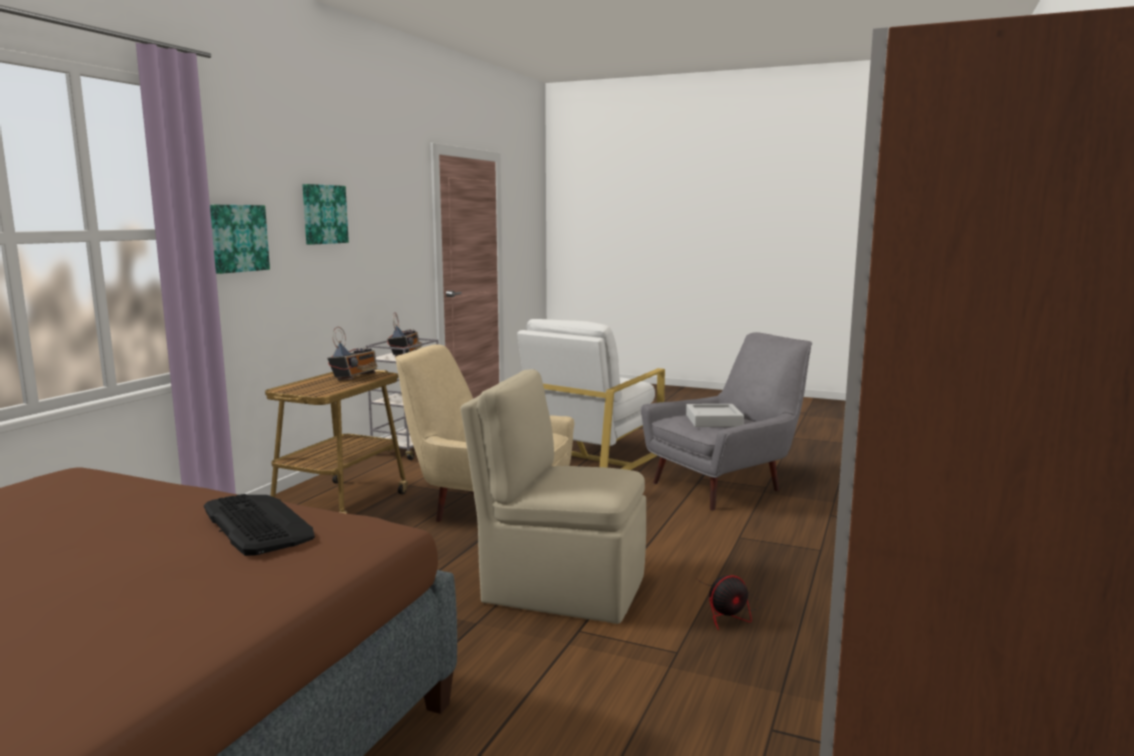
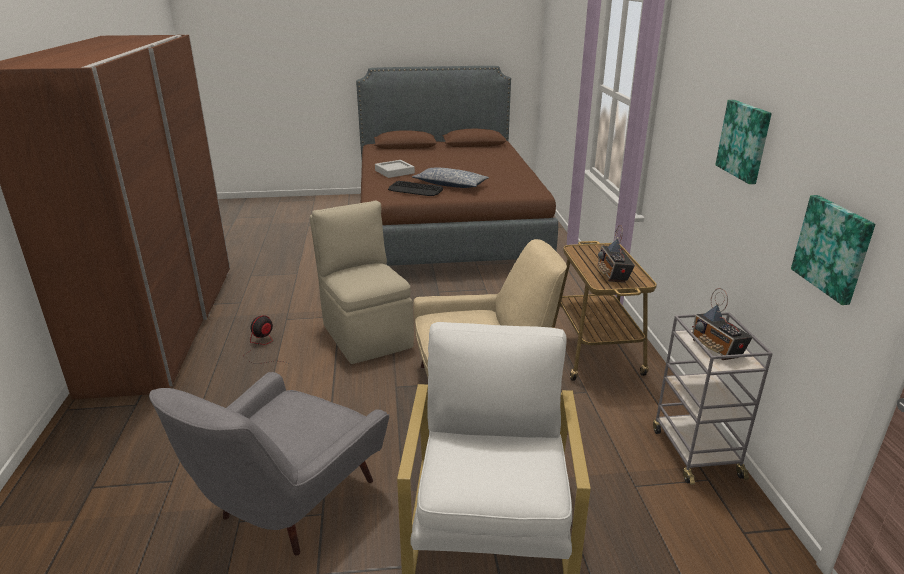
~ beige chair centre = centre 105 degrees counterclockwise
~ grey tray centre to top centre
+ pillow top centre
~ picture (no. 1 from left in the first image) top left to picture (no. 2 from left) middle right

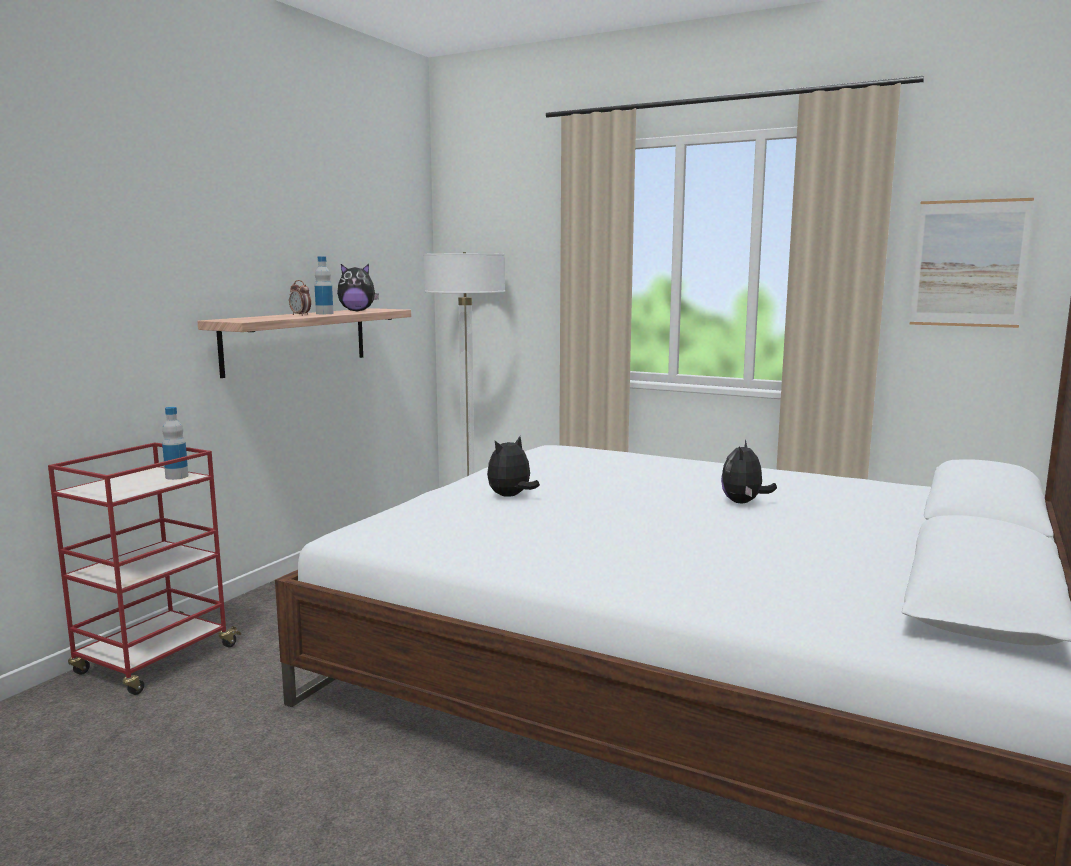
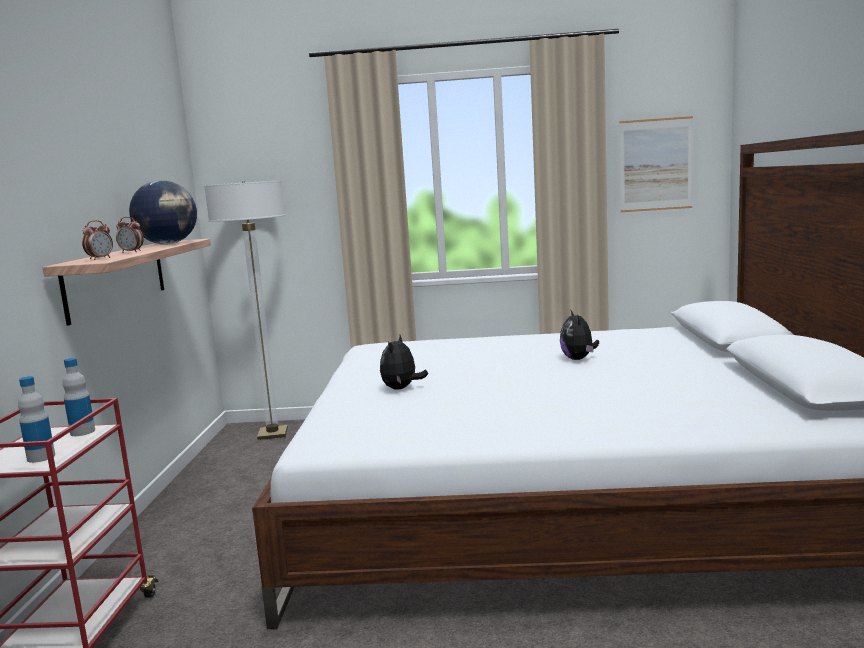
~ bottle (no. 2 from left in the first image) top left to bottle (no. 1 from left) middle left
+ alarm clock (no. 1 from left) middle left
~ plush toy (no. 1 from left) top centre to globe top left

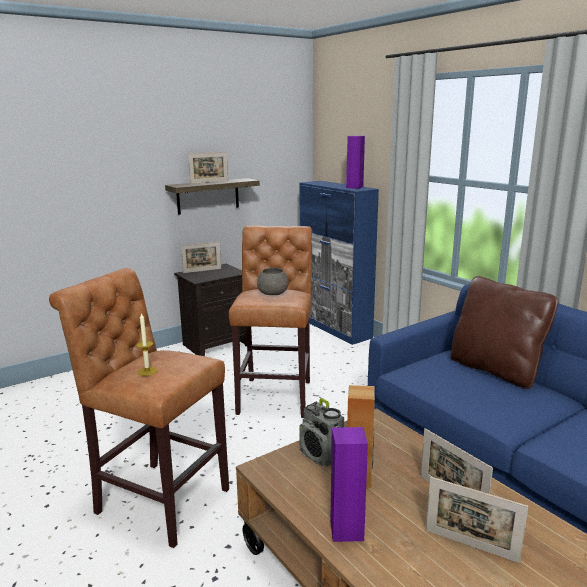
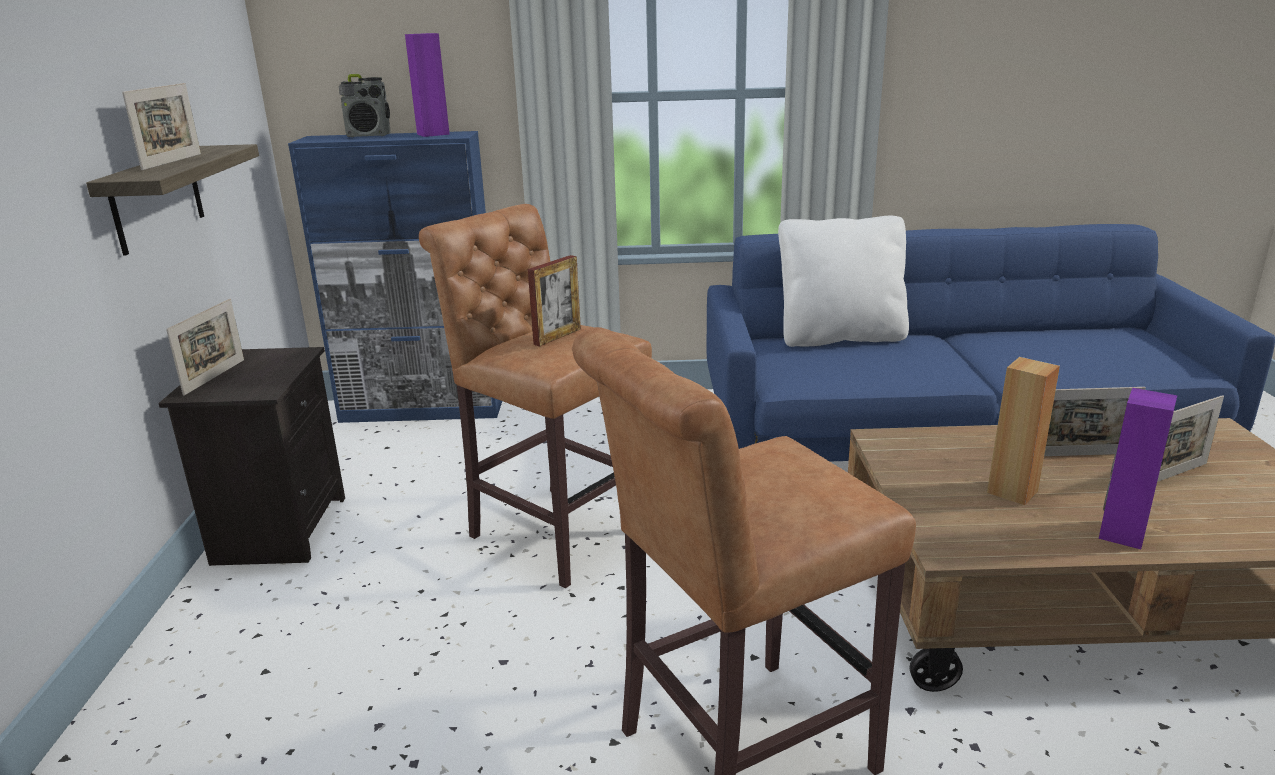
~ radio bottom centre to top left
~ grey bowl centre to picture frame (no. 3 from left) centre
~ brown pillow middle right to white pillow centre
- candle middle left

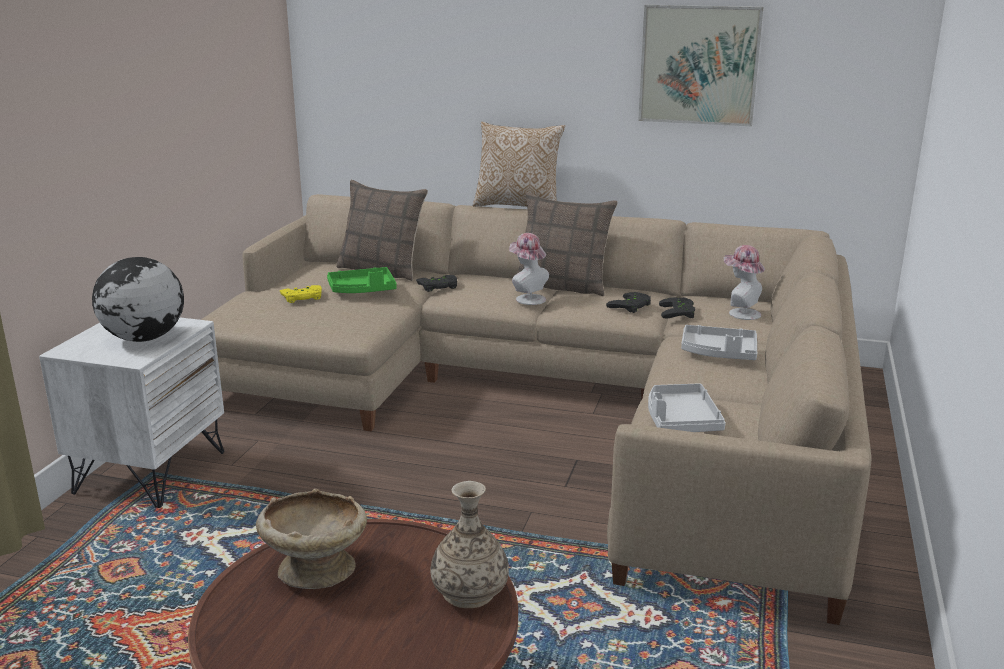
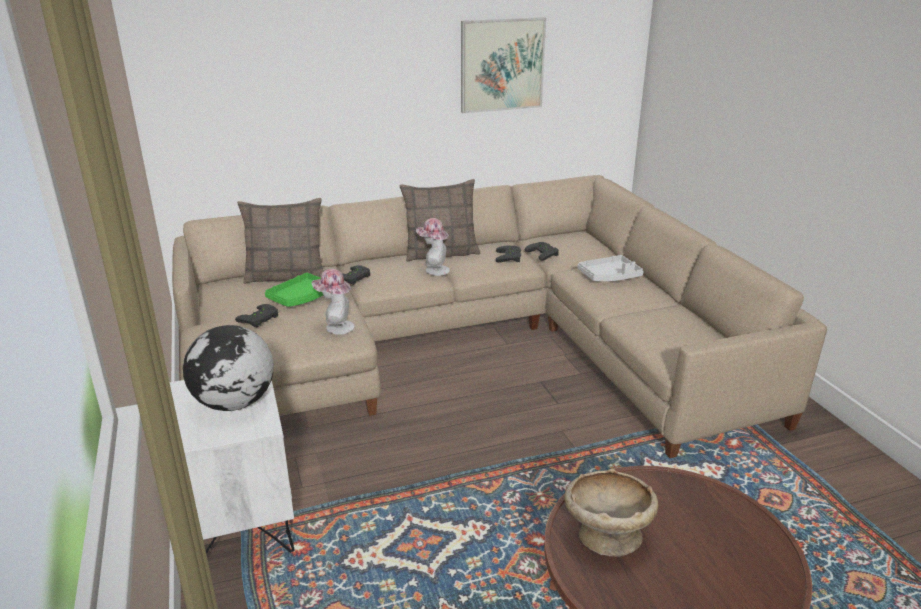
~ yellow game controller middle left to black game controller (no. 1 from left) middle left
~ hat (no. 2 from left in the first image) middle right to hat (no. 1 from left) centre
- vase bottom centre
- pillow (no. 2 from left) top centre
- grey tray (no. 1 from left) middle right

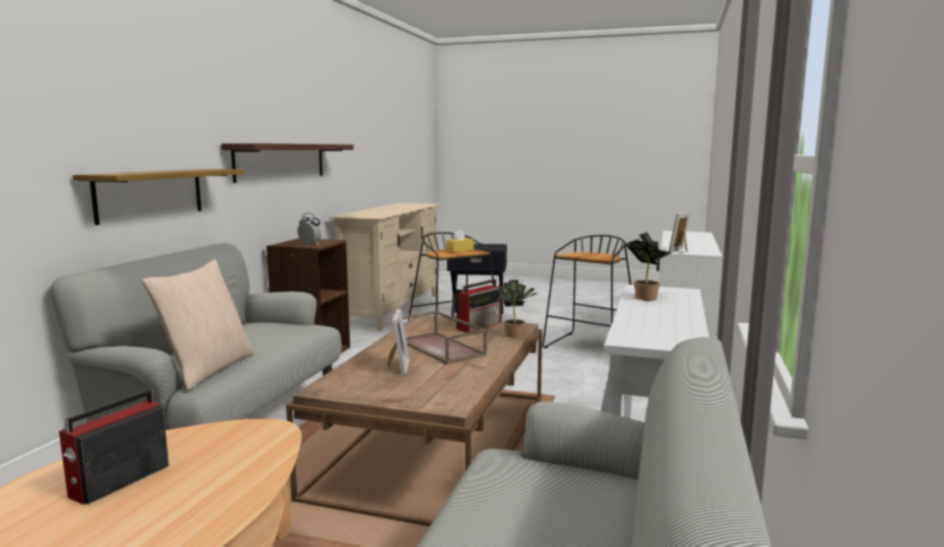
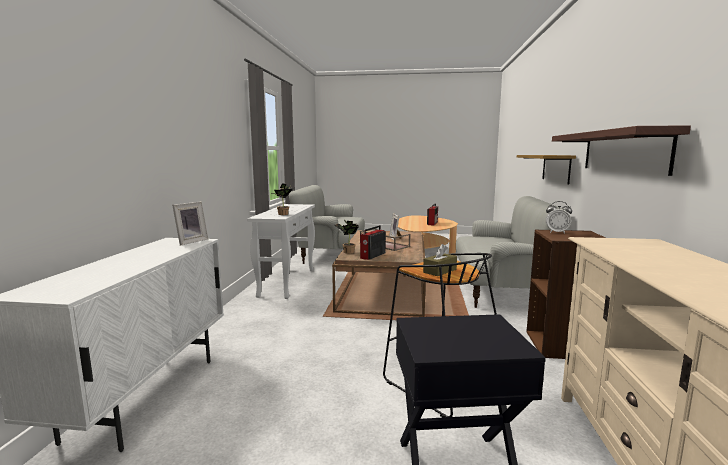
~ yellow tissue box centre to brown tissue box centre
- beige pillow middle left
- black stool (no. 2 from left) centre

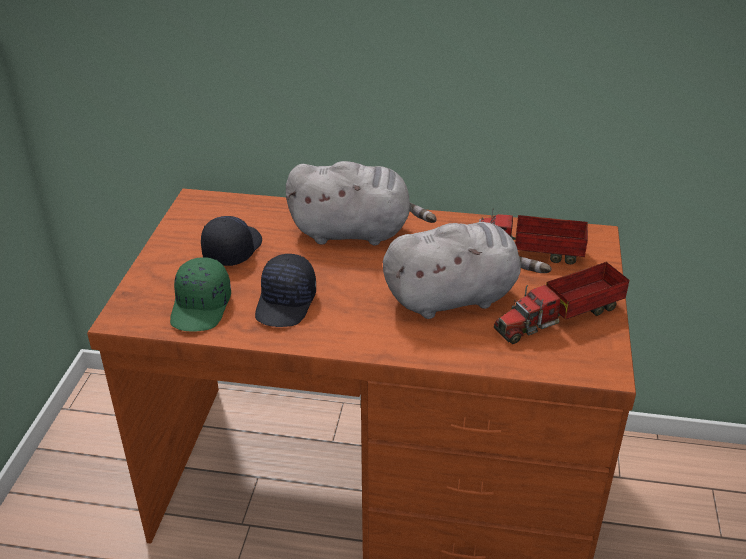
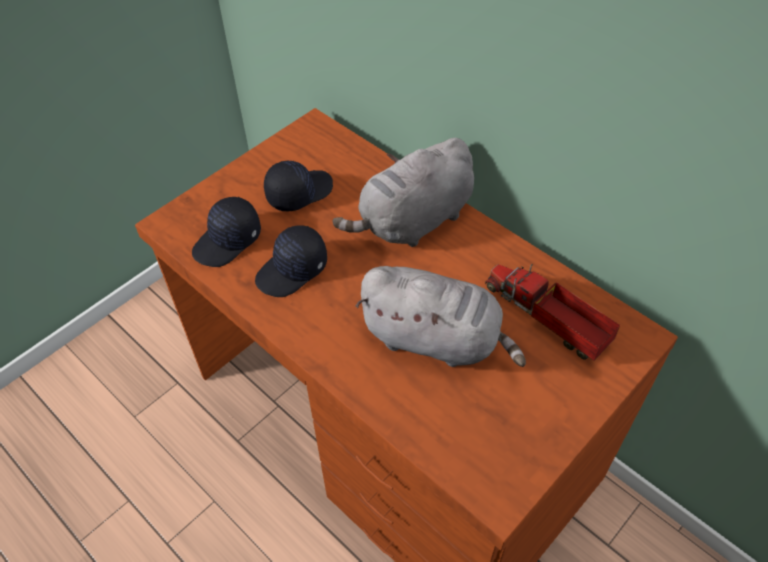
~ green cap middle left to black cap (no. 1 from left) middle left
~ grey plush toy (no. 1 from left) centre = centre 105 degrees clockwise
- toy truck (no. 2 from left) middle right

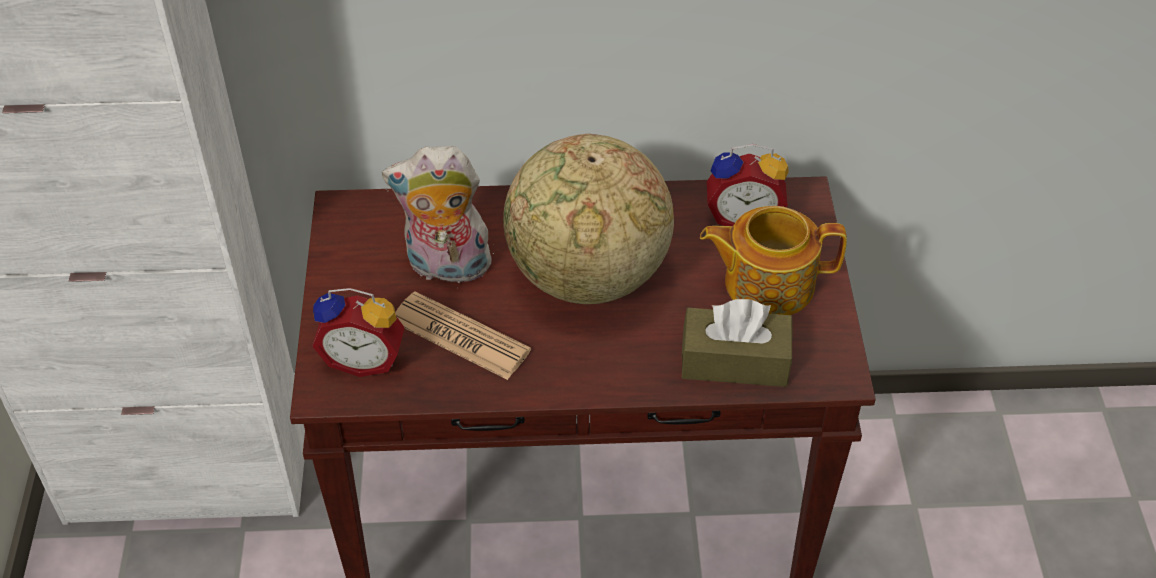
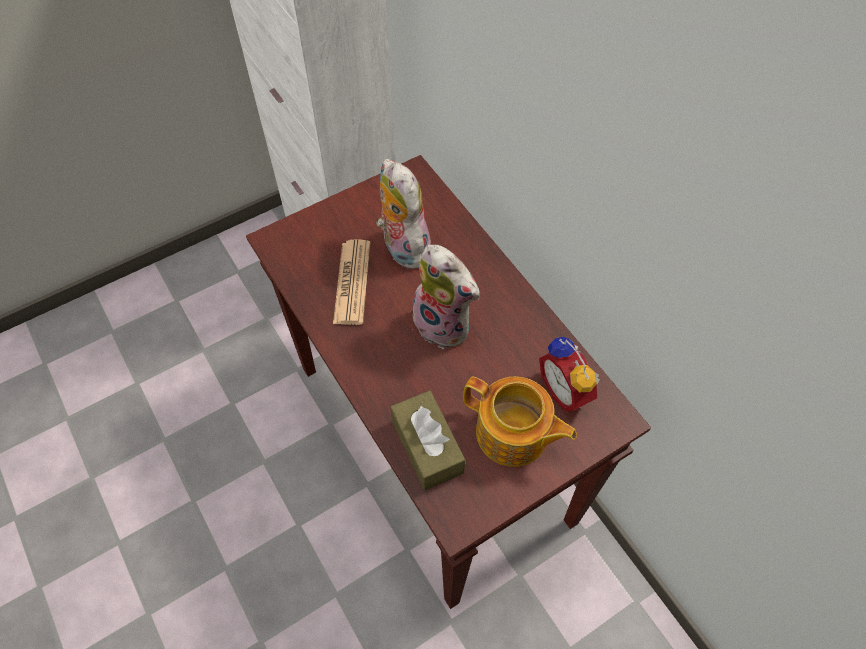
~ globe centre to plush toy (no. 2 from left) centre
~ teapot middle right = centre 150 degrees clockwise
- alarm clock (no. 1 from left) middle left

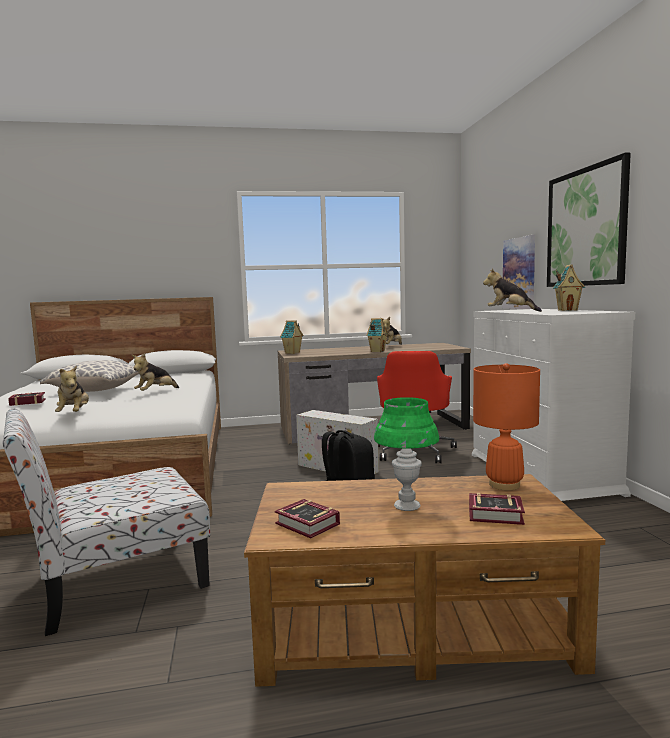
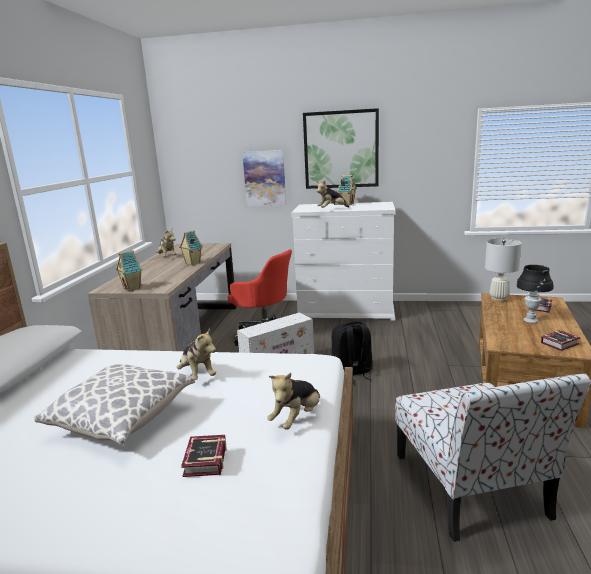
~ plush toy (no. 1 from left in the first image) middle left = bottom centre 120 degrees clockwise
~ orange table lamp middle right to white table lamp middle right
~ green table lamp centre to black table lamp middle right

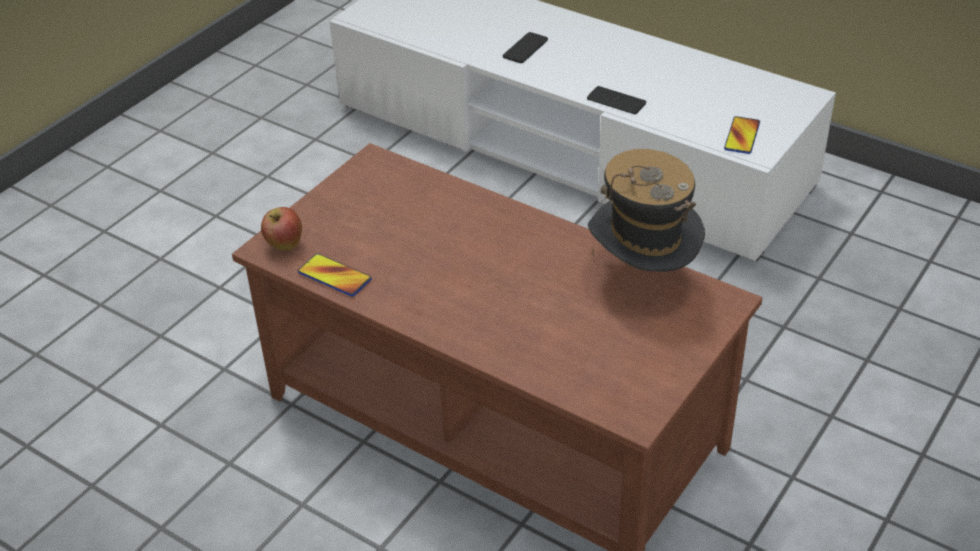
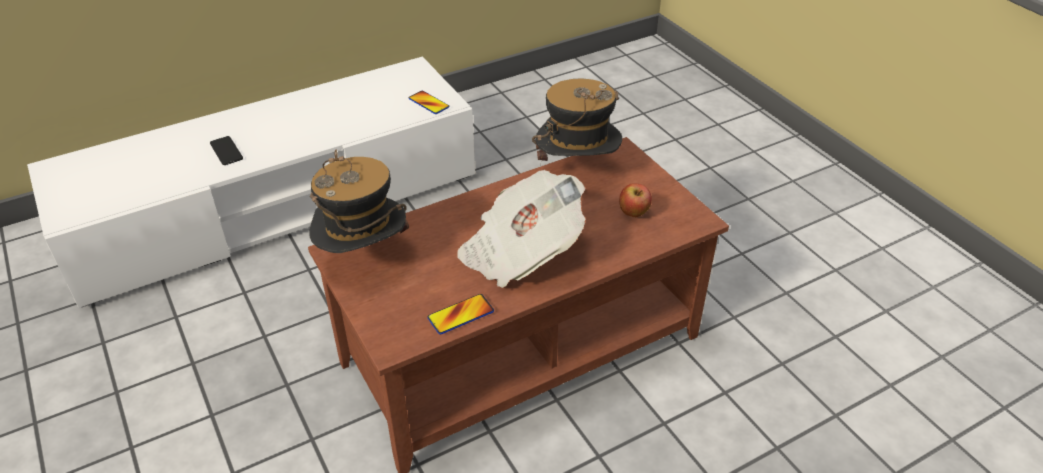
+ hat (no. 1 from left) centre
+ newspaper centre
~ apple middle left to centre
- phone (no. 3 from left) top centre

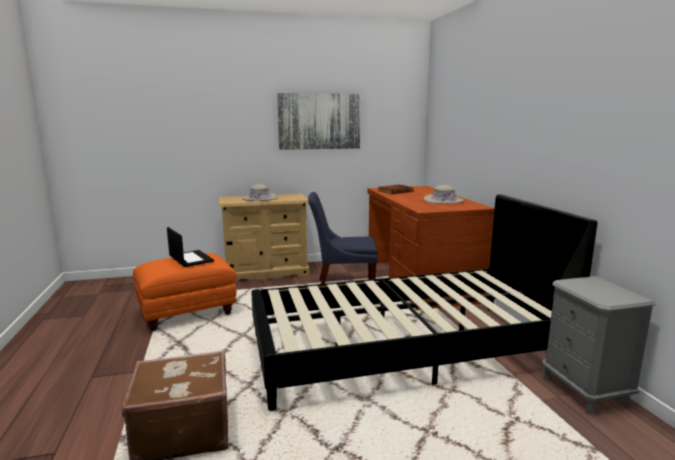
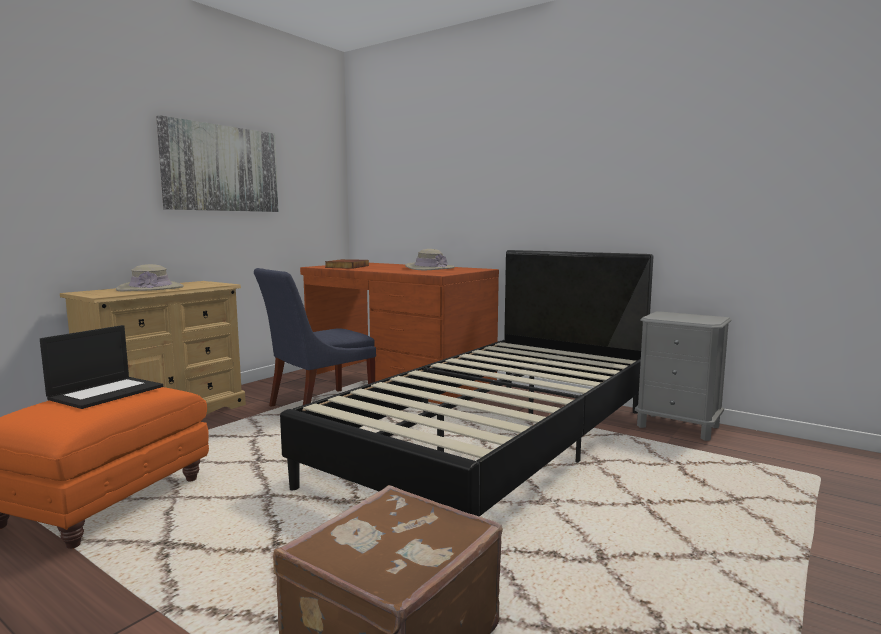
~ laptop middle left = middle left 105 degrees clockwise

